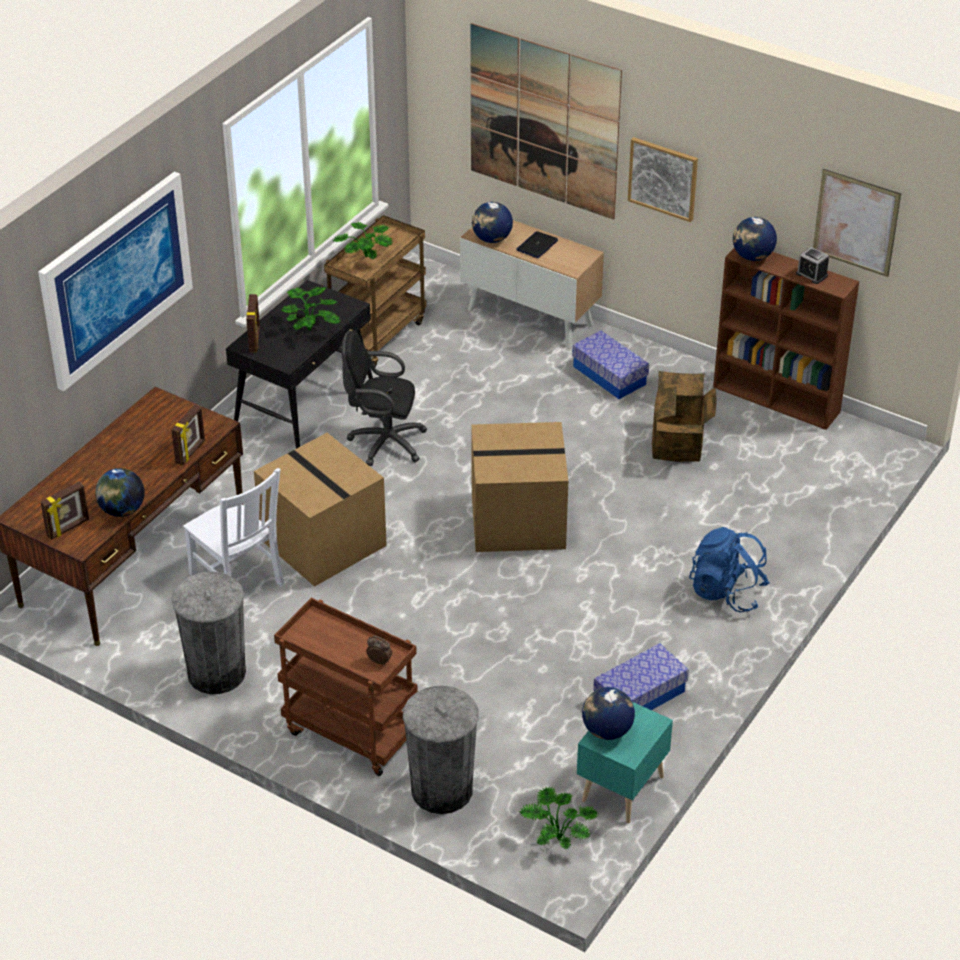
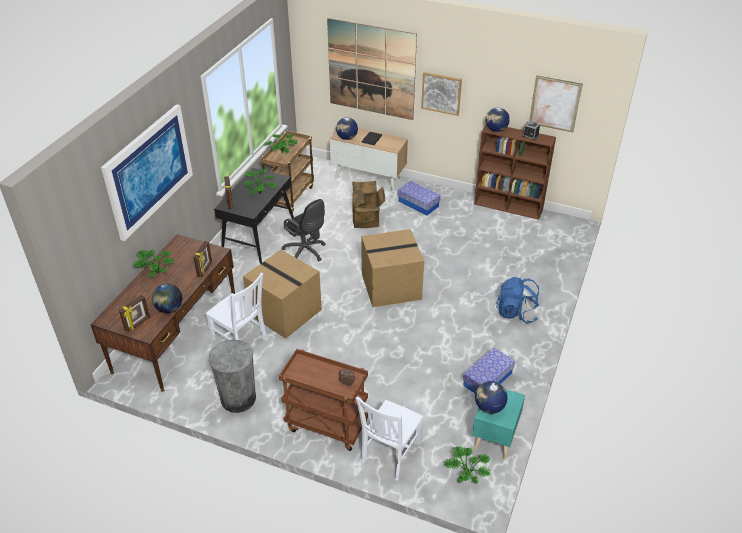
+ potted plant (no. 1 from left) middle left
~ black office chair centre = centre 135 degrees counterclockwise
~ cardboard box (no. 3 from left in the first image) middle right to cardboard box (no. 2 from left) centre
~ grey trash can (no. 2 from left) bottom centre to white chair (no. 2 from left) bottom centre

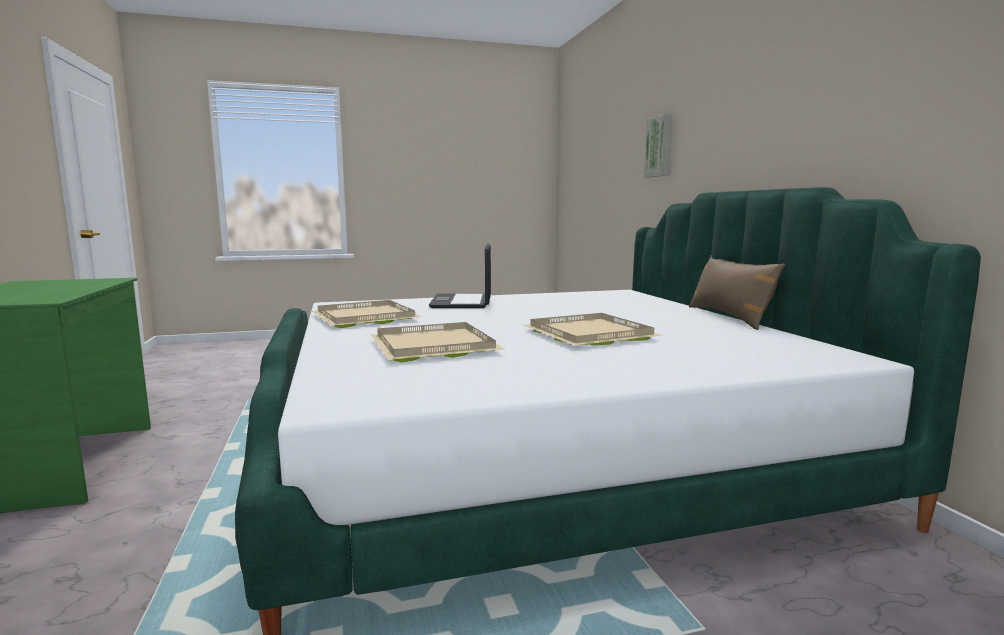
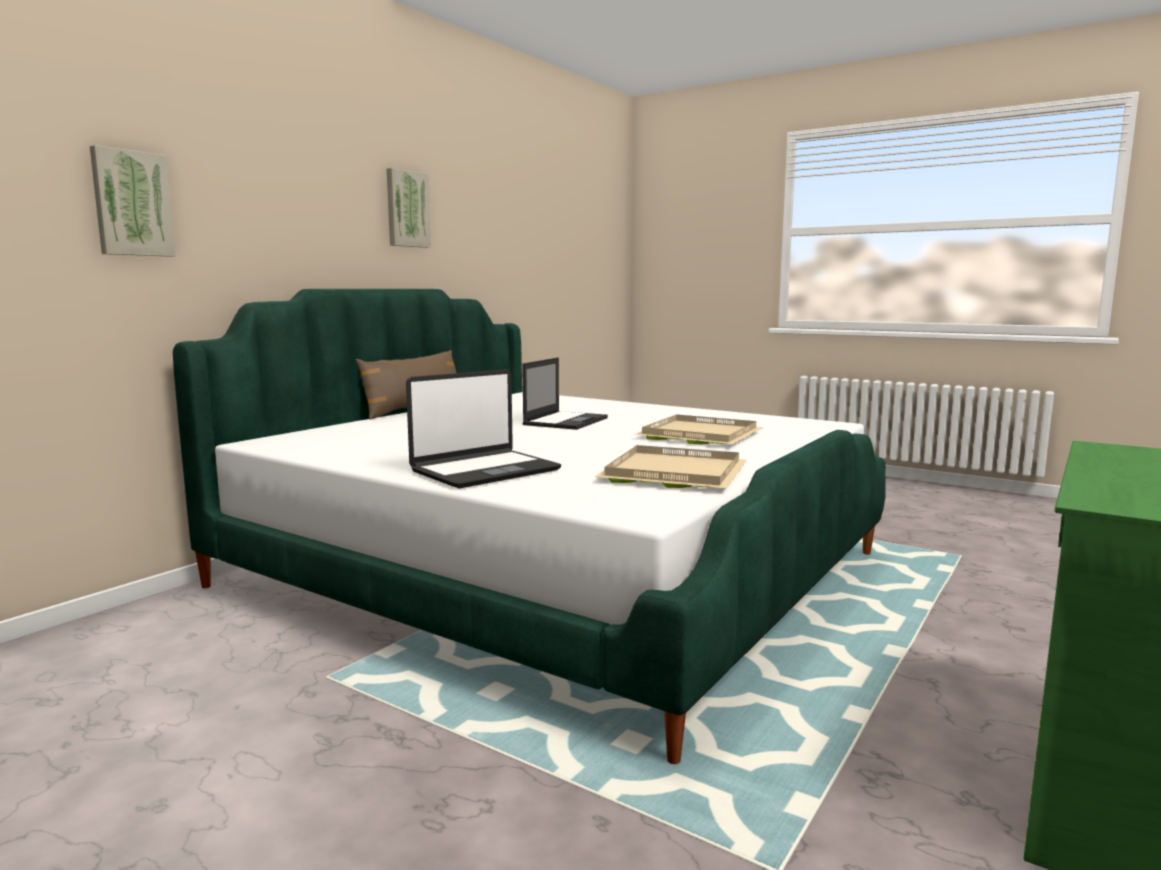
+ picture (no. 2 from left) top centre
~ beige tray (no. 3 from left) centre to laptop (no. 2 from left) centre

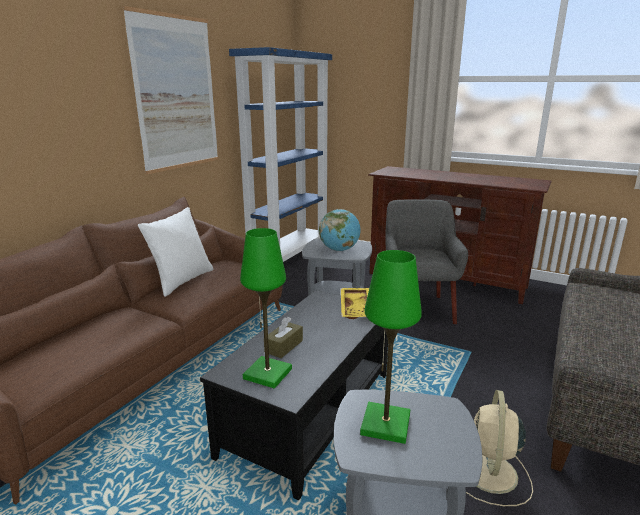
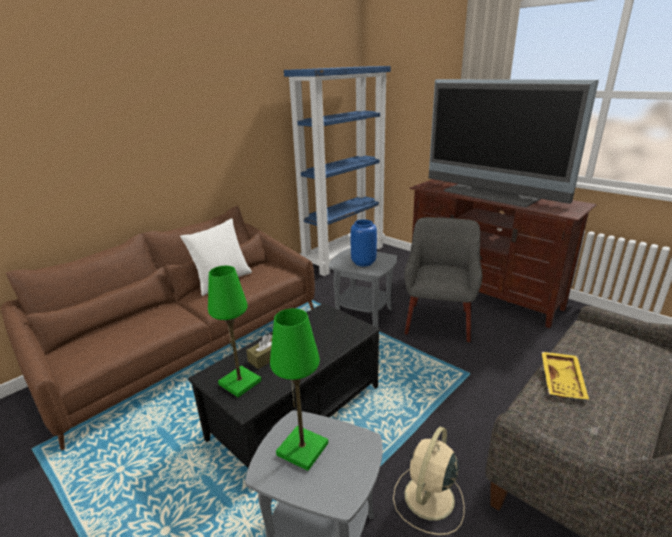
~ globe centre to blue vase centre
+ television top right
~ yellow tray centre to bottom right
- picture top left

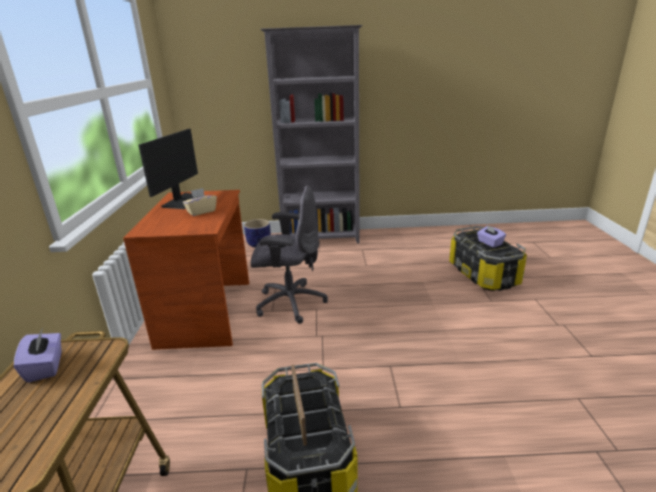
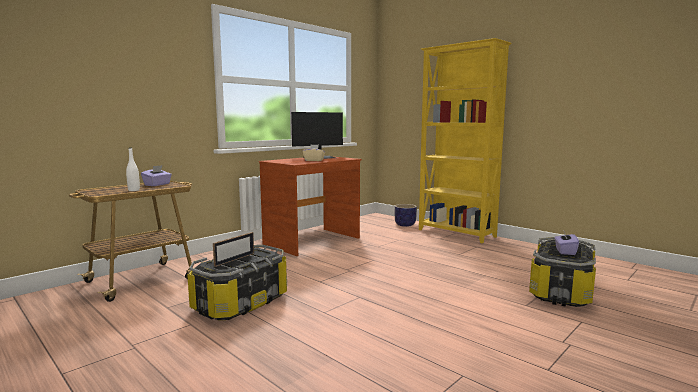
+ white bottle middle left
~ grey bookcase top centre to yellow bookcase centre
- grey office chair centre

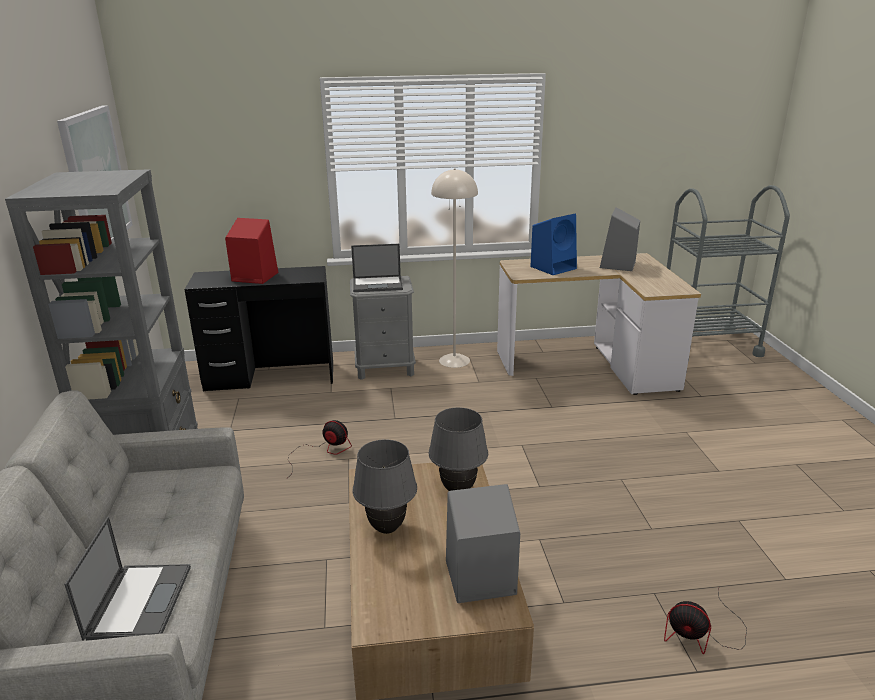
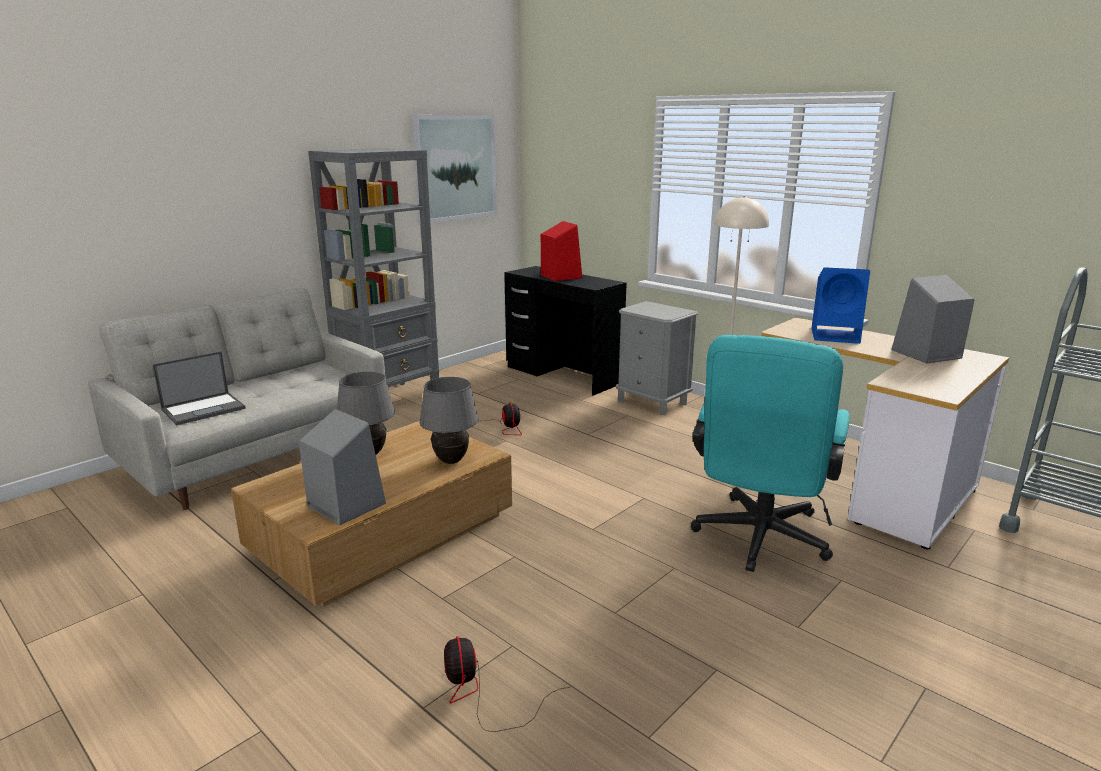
+ turquoise office chair middle right
- laptop (no. 2 from left) centre

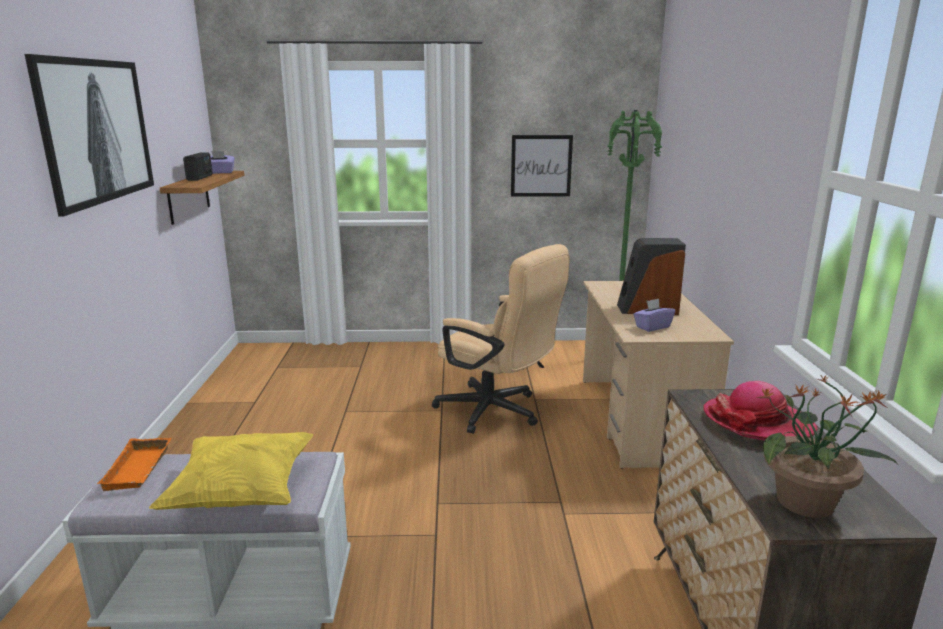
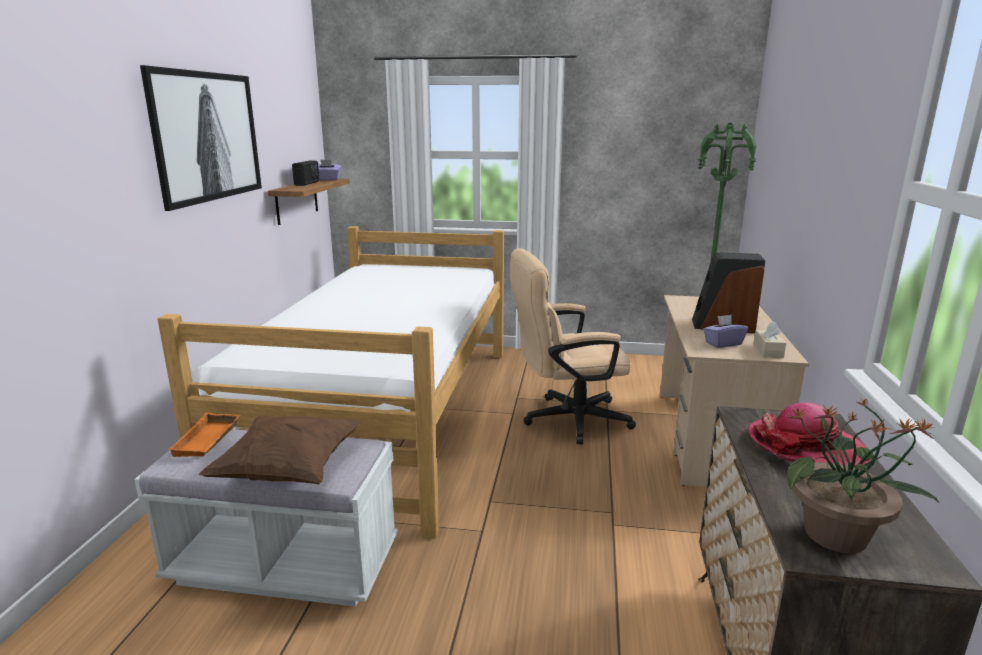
+ bed centre
~ yellow pillow bottom left to brown pillow bottom left
~ beige office chair centre = centre 120 degrees clockwise
+ beige tissue box middle right
- picture (no. 2 from left) top centre

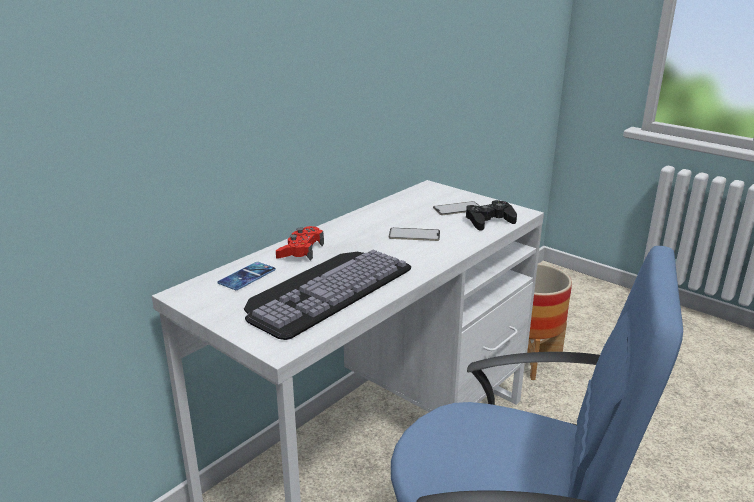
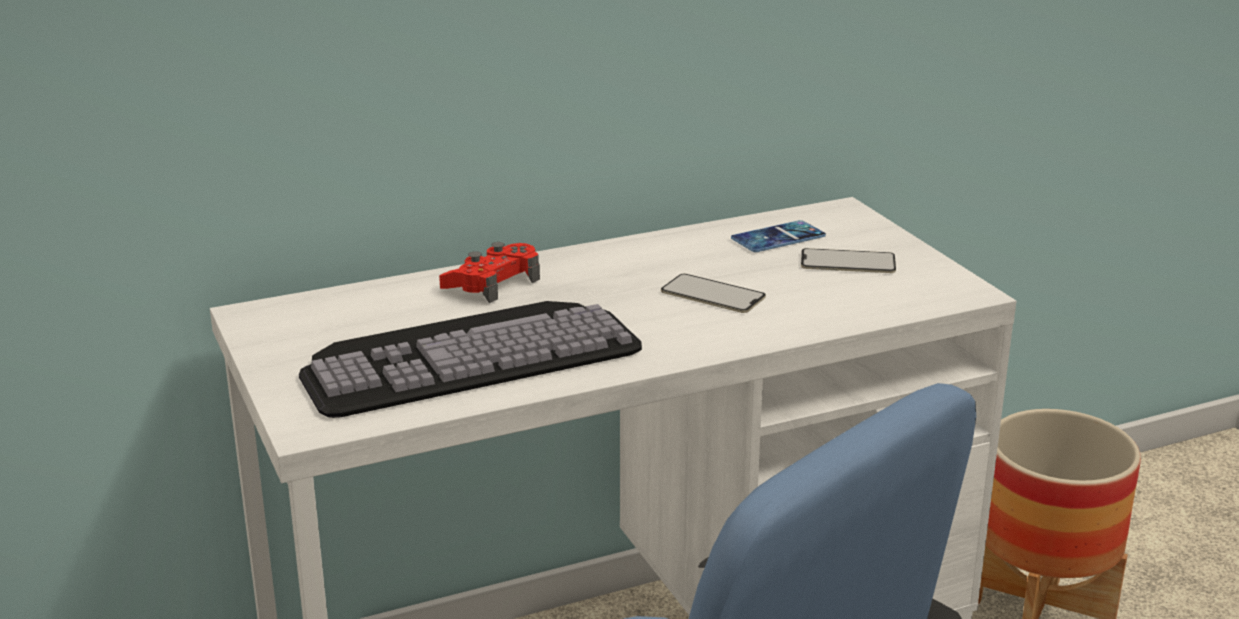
~ phone (no. 1 from left in the first image) middle left to phone (no. 2 from left) centre
- black game controller centre

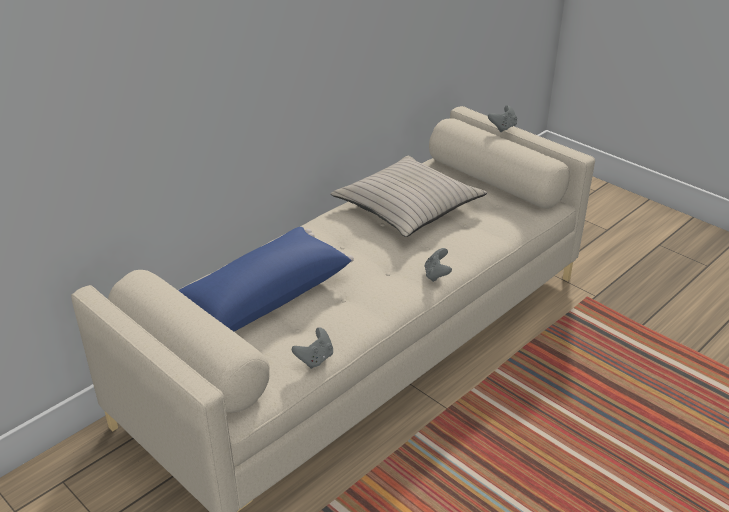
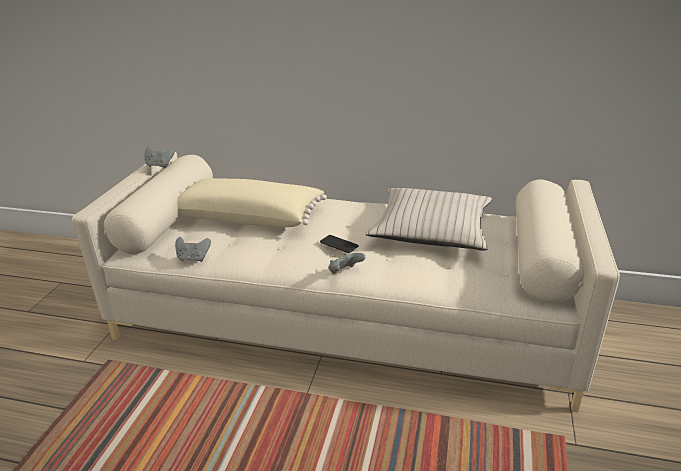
~ grey game controller (no. 3 from left in the first image) top right to grey game controller (no. 1 from left) middle left
~ blue pillow centre to beige pillow (no. 1 from left) centre
+ phone centre

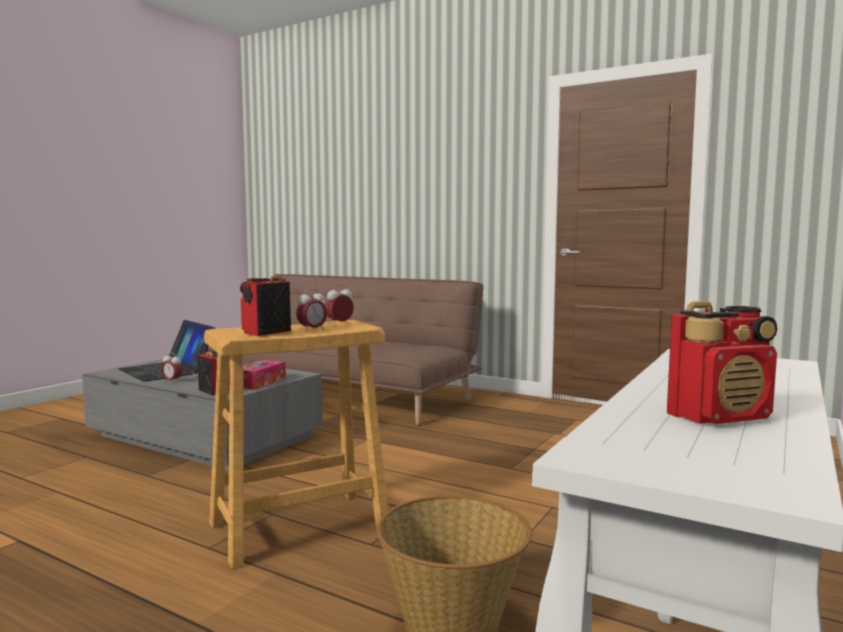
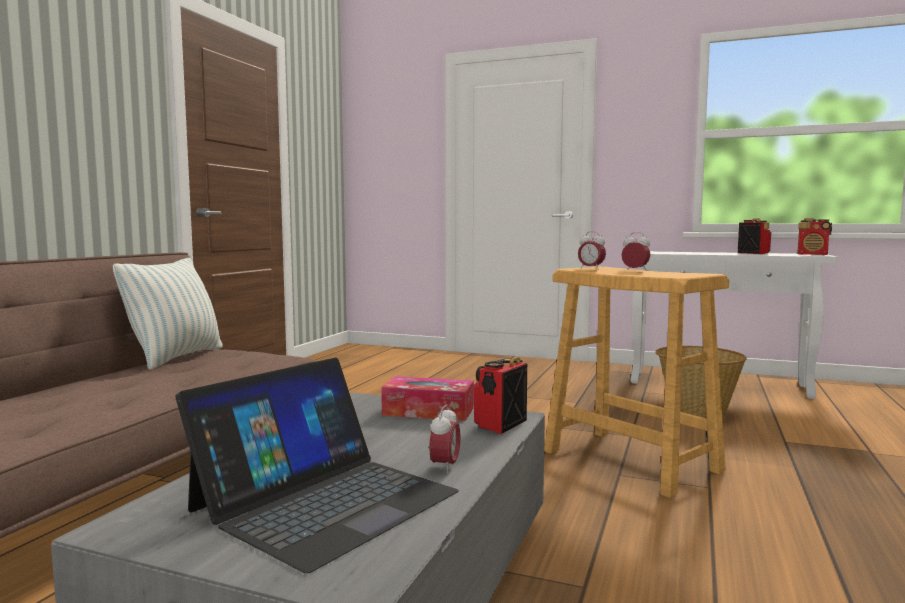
+ pillow middle left
~ radio (no. 2 from left in the first image) middle left to radio (no. 3 from left) middle right

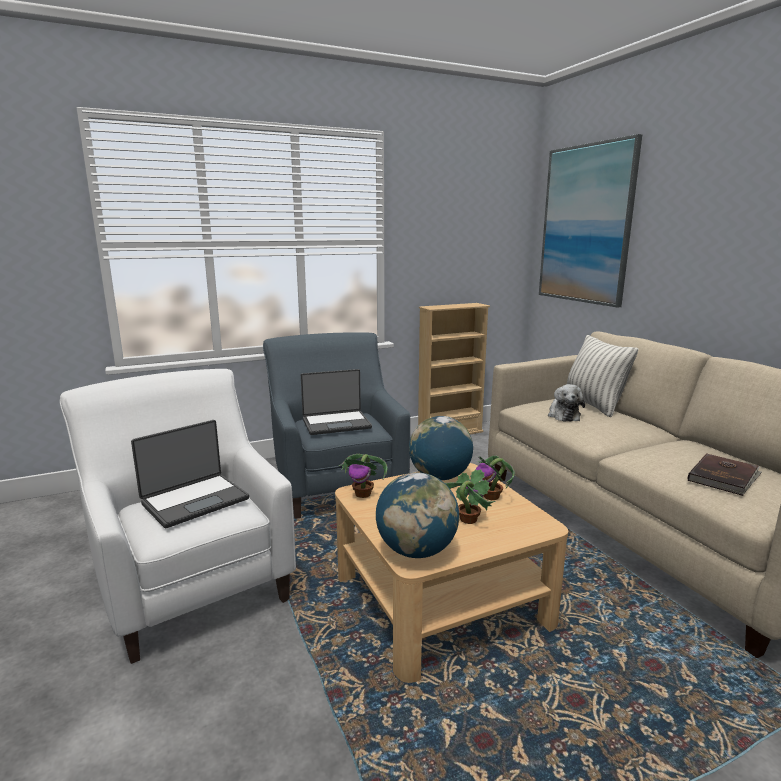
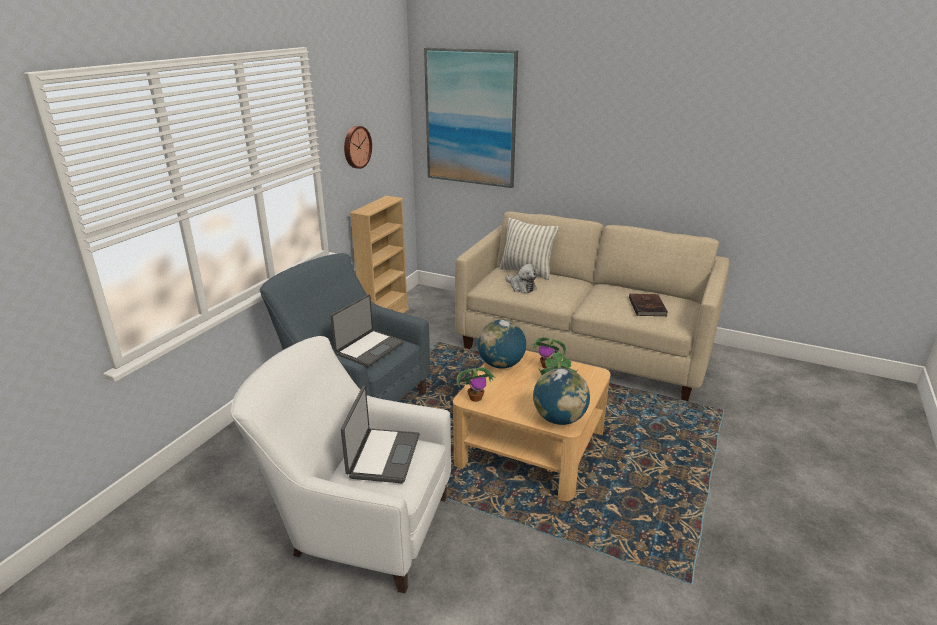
+ wall clock top centre

